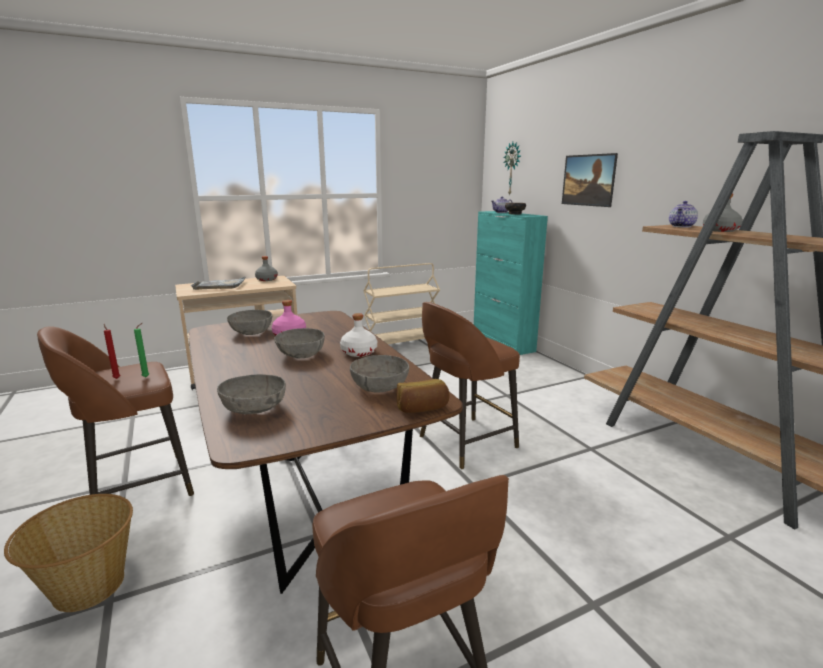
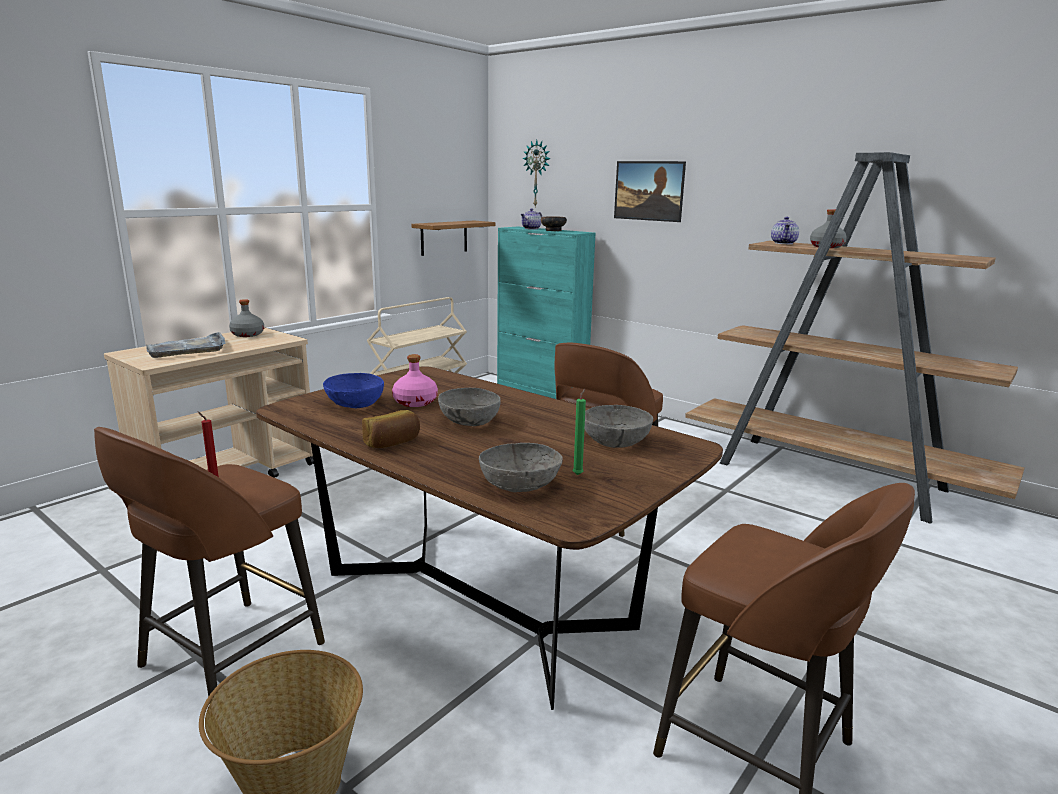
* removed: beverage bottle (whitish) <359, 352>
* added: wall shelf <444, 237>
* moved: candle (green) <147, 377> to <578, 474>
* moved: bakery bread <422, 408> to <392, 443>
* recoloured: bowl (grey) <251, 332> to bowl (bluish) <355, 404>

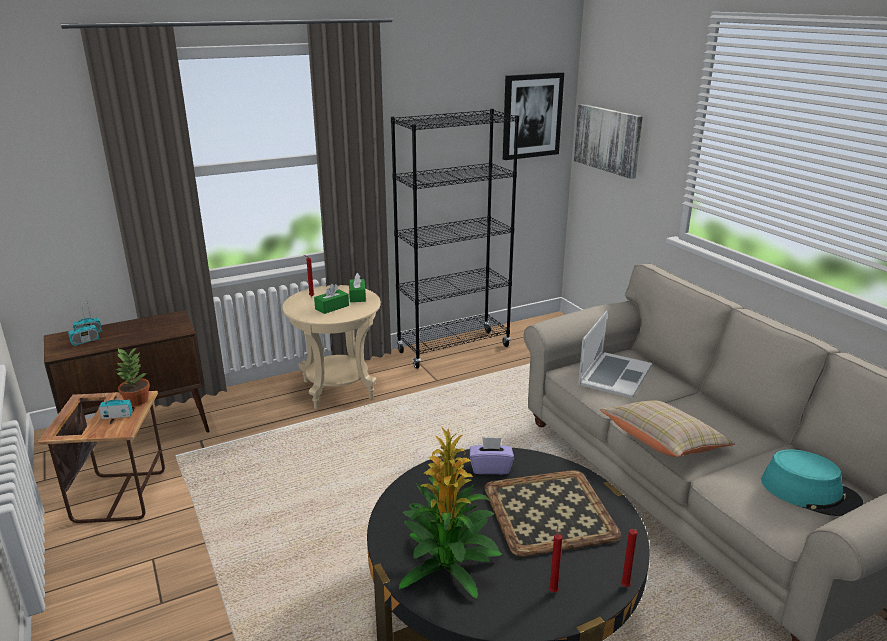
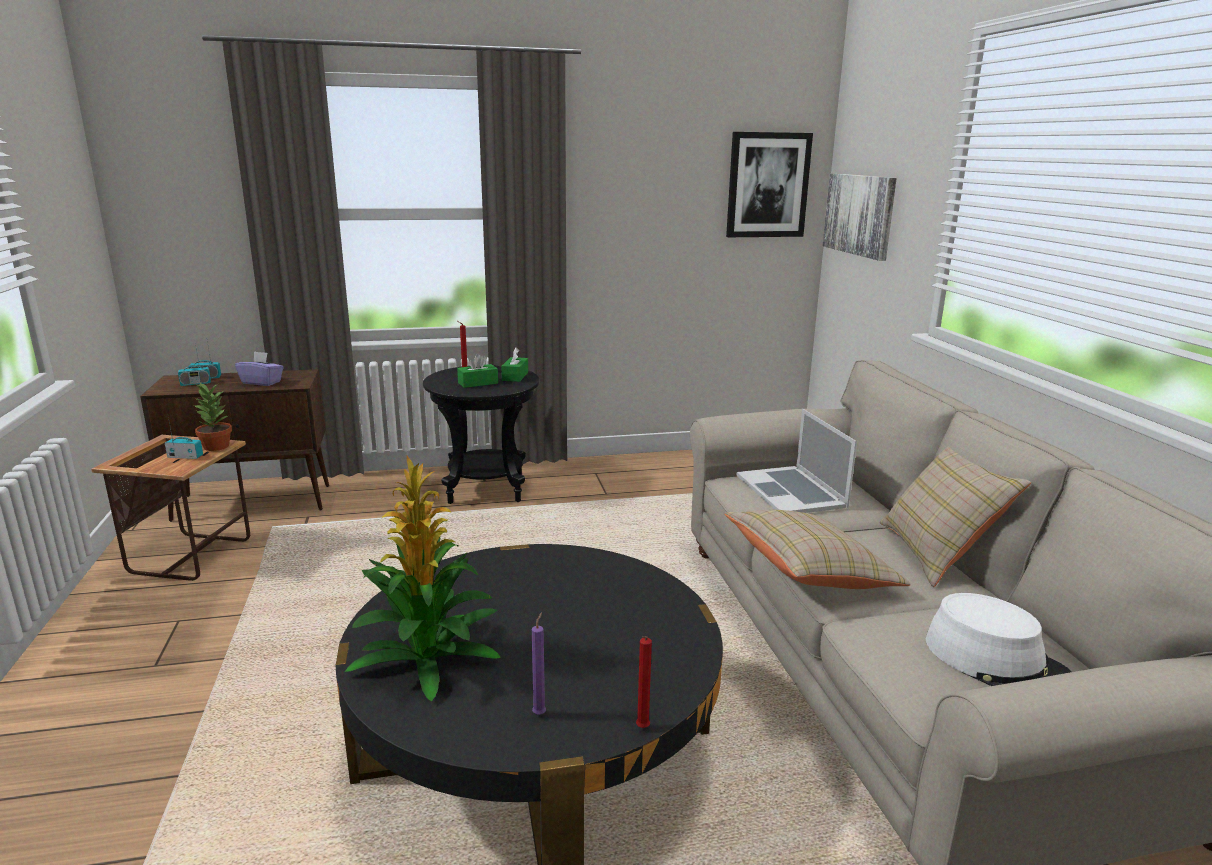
* removed: bookshelf (blackish) <453, 349>
* removed: serving tray <548, 513>
* added: throw pillow (beige) <938, 553>
* moved: tissue box (purple-coloured) <490, 468> to <262, 382>
* recoloured: accent table (beige) <338, 390> to accent table (blackish) <486, 489>
* recoloured: candle (red-coloured) <553, 590> to candle (purple-coloured) <540, 713>
* recoloured: wearable hat (blue-green) <810, 492> to wearable hat (whitish) <996, 660>
* turned: laptop <614, 374> = <791, 491> 120 degrees clockwise

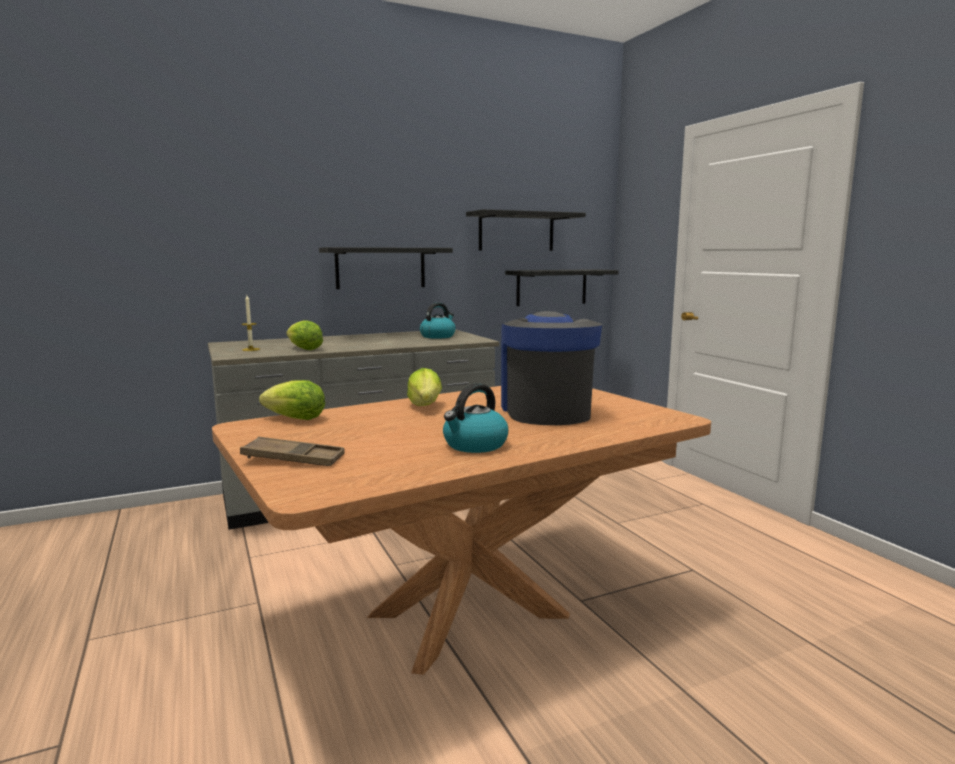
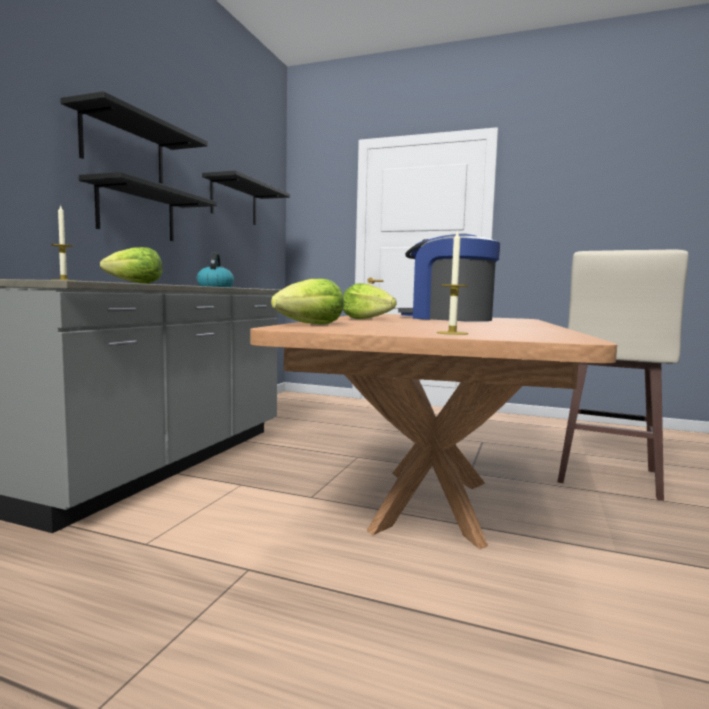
* removed: kettle <474, 445>
* added: stool (beige) <606, 477>
* moved: wall shelf (blackish) <551, 287> to <123, 148>
* replaced: serving tray (brown-coloured) <293, 459> to candle <452, 333>

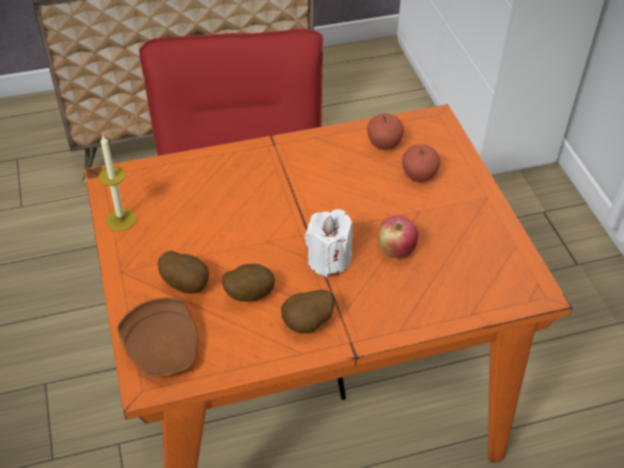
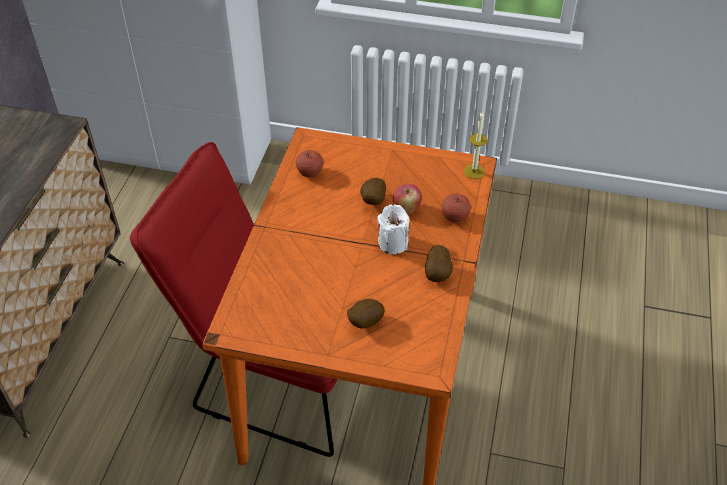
* removed: dinner plate (brown-coloured) <164, 348>
* moved: candle <121, 219> to <474, 171>
* moved: potato <248, 294> to <372, 201>
* moved: apple fruit <419, 176> to <454, 217>

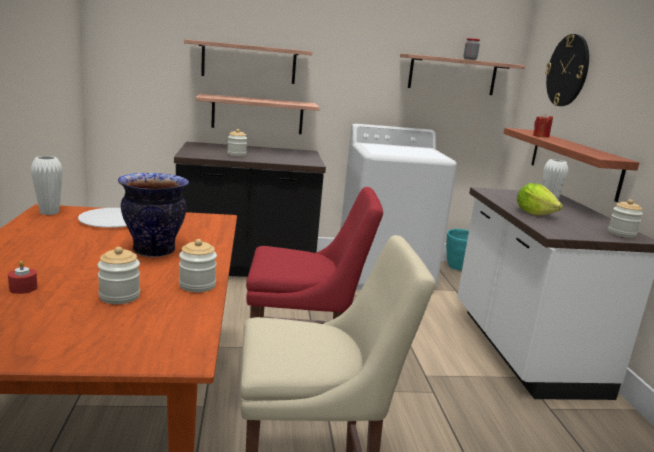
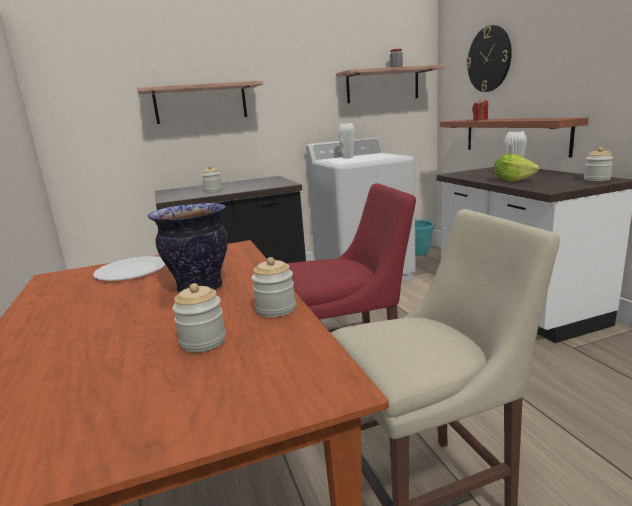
* removed: candle (red-coloured) <23, 288>
* removed: wall shelf <257, 114>
* moved: flower vase (whitish) <49, 212> to <347, 158>

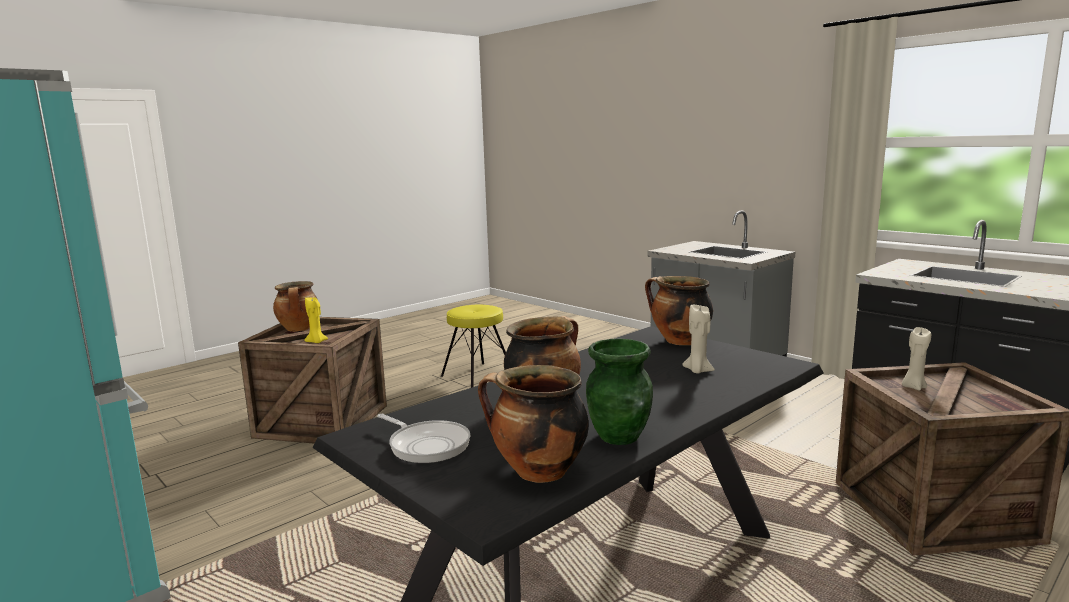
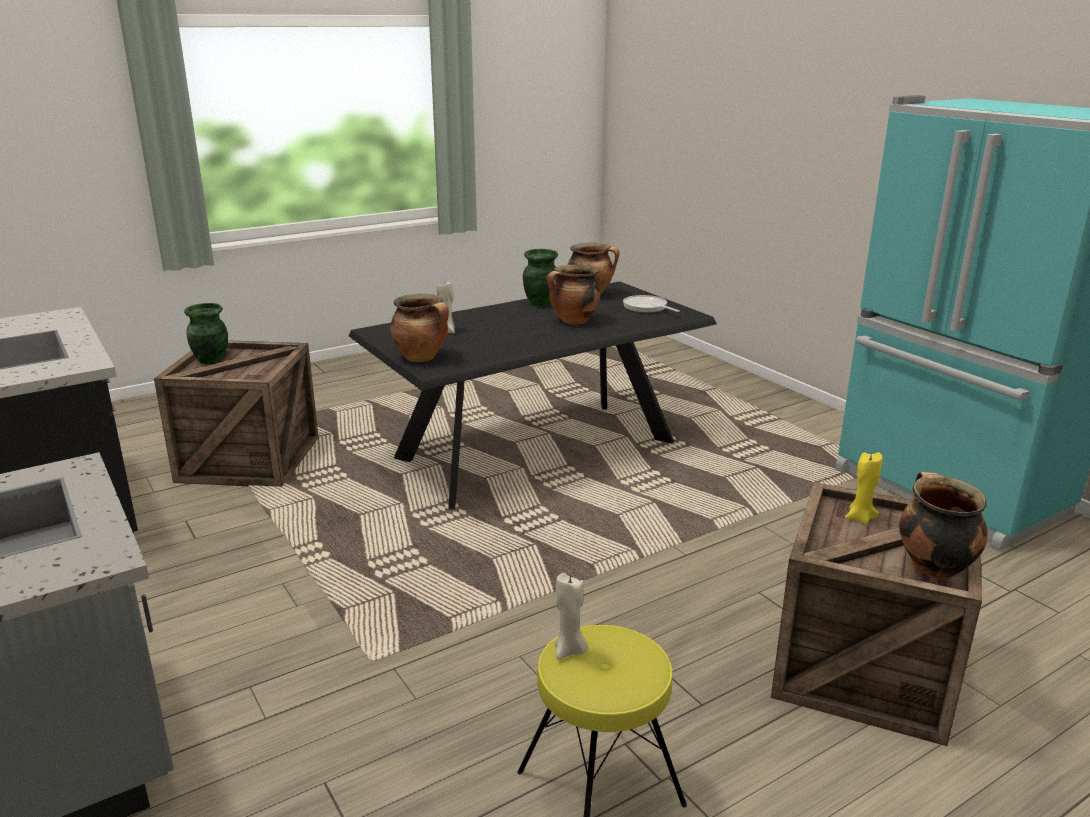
* added: flower vase (green) <211, 360>
* moved: candle (beige) <913, 387> to <570, 650>

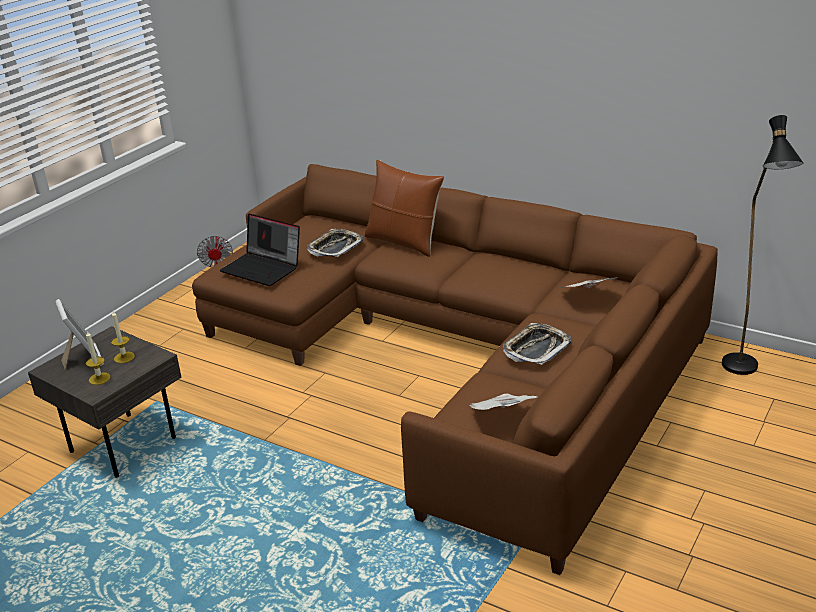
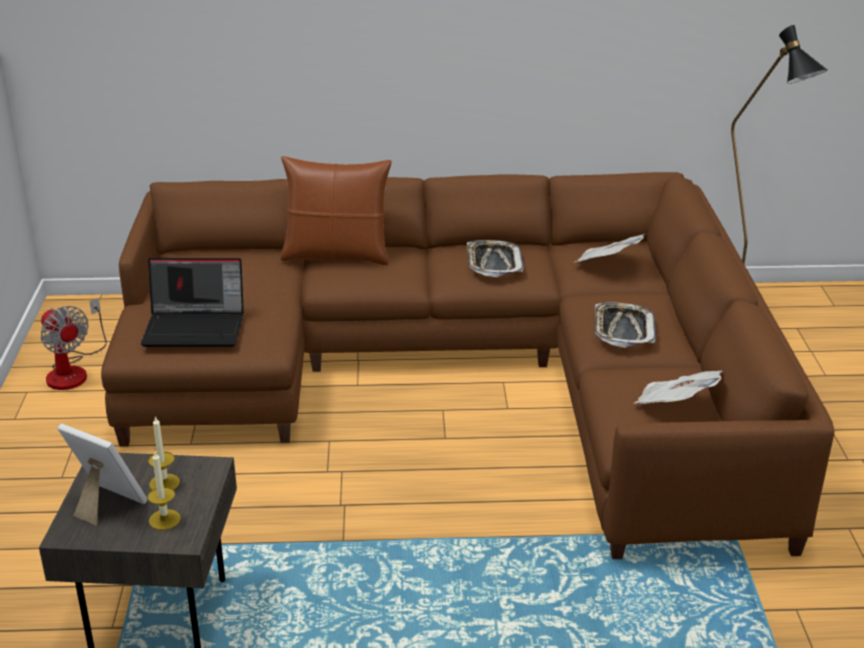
* moved: serving tray <335, 247> to <493, 263>

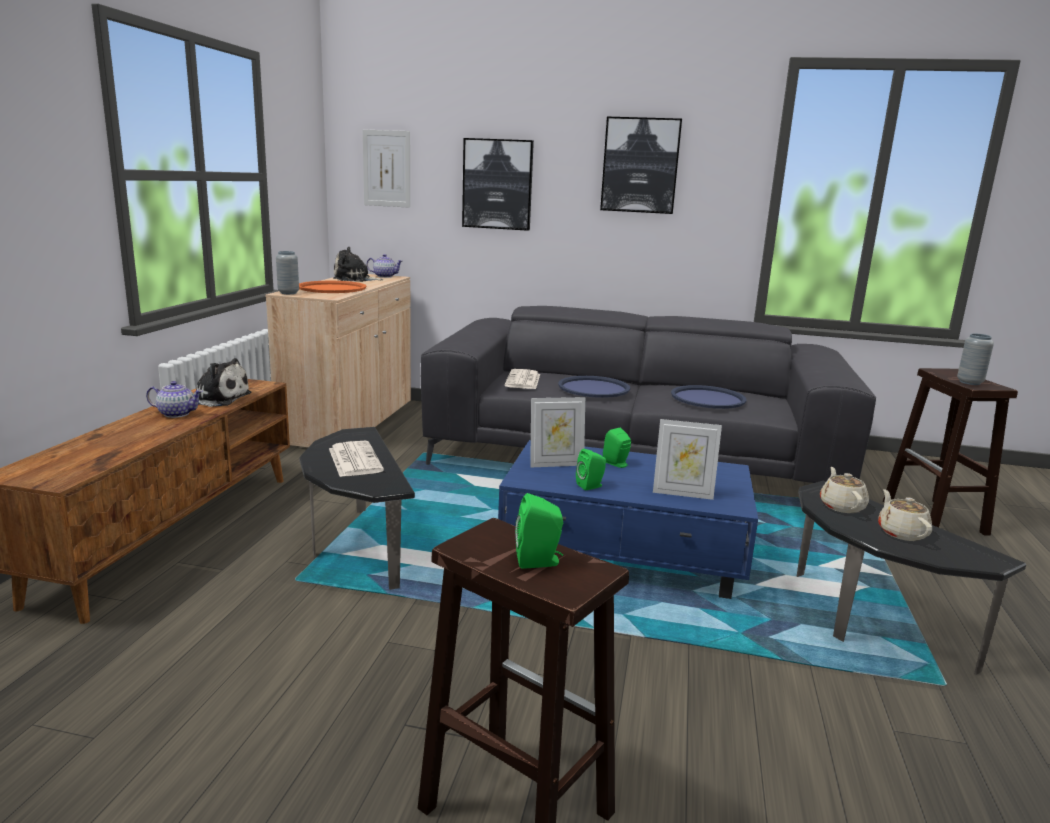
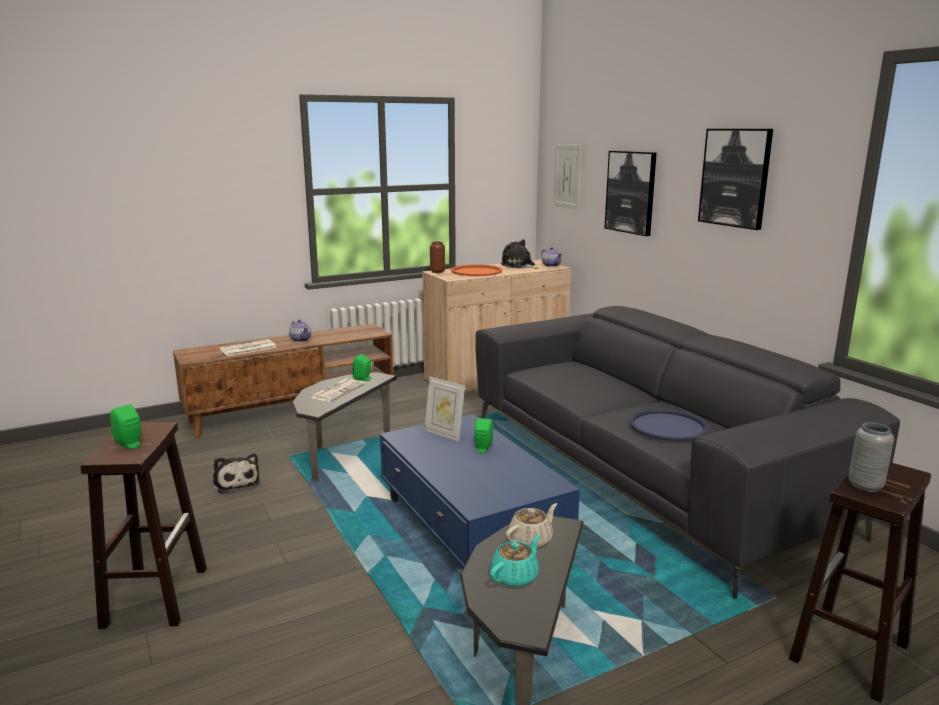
* removed: serving tray (bluish) <593, 388>
* removed: picture frame <682, 493>
* moved: soft toy <218, 398> to <235, 482>
* moved: newspaper <523, 380> to <247, 349>
* moved: speaker (green) <591, 486> to <364, 379>
* recoloured: flower vase (grey) <288, 293> to flower vase (brown-coloured) <437, 272>
* recoloured: tea pot (beige) <901, 533> to tea pot (blue-green) <515, 576>

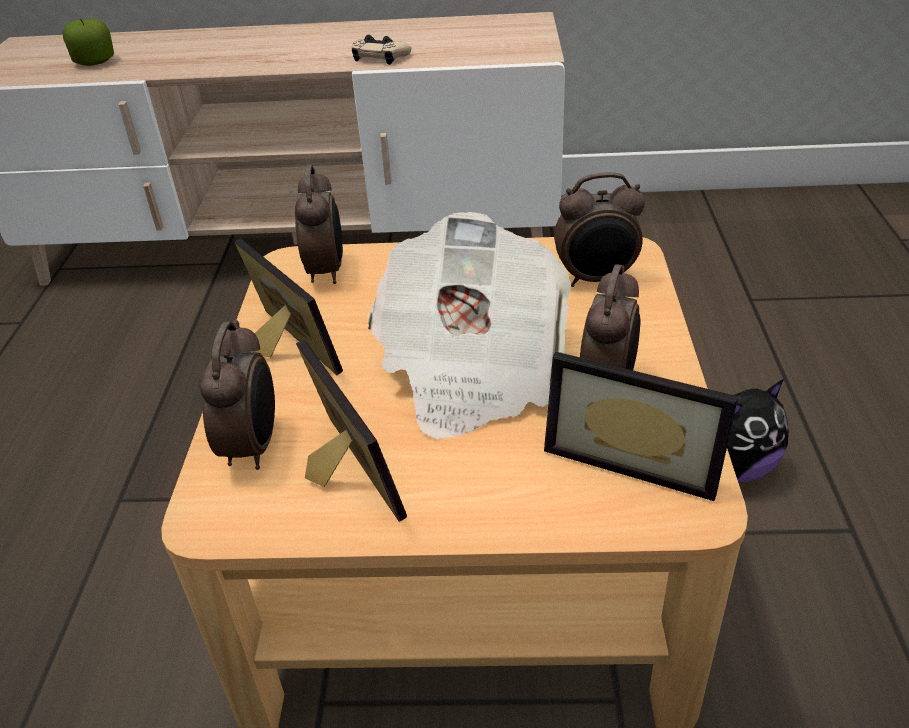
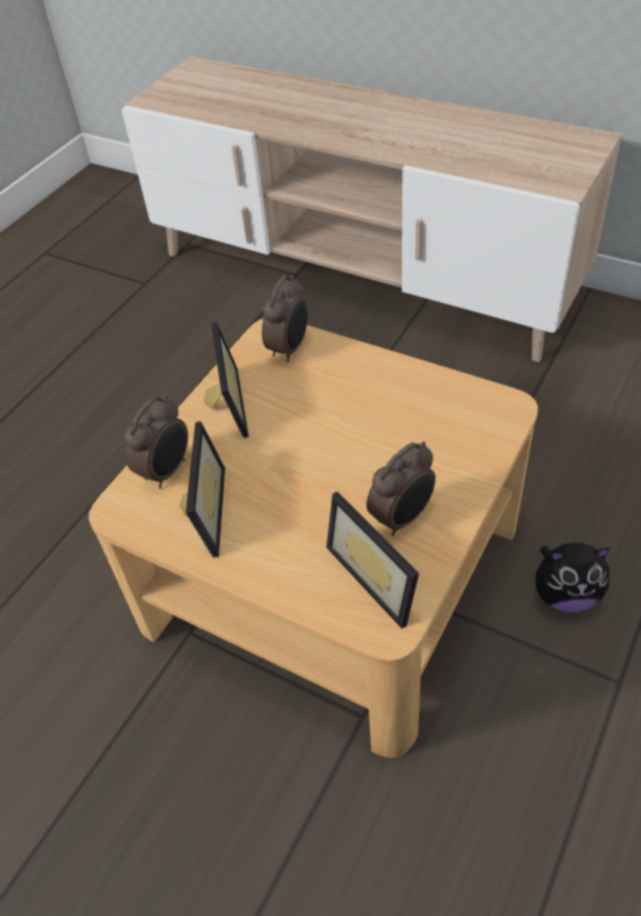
* removed: apple fruit <94, 62>
* removed: game controller (beige) <380, 57>
* removed: newspaper <470, 369>
* removed: bedside clock <596, 279>

